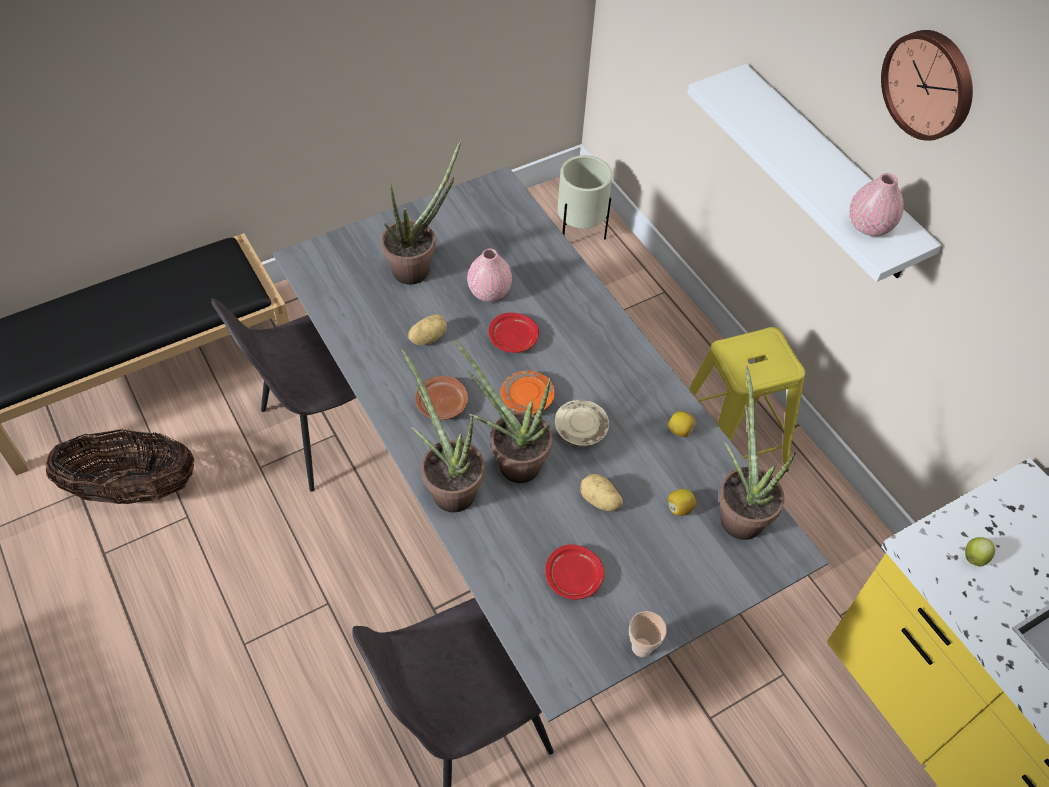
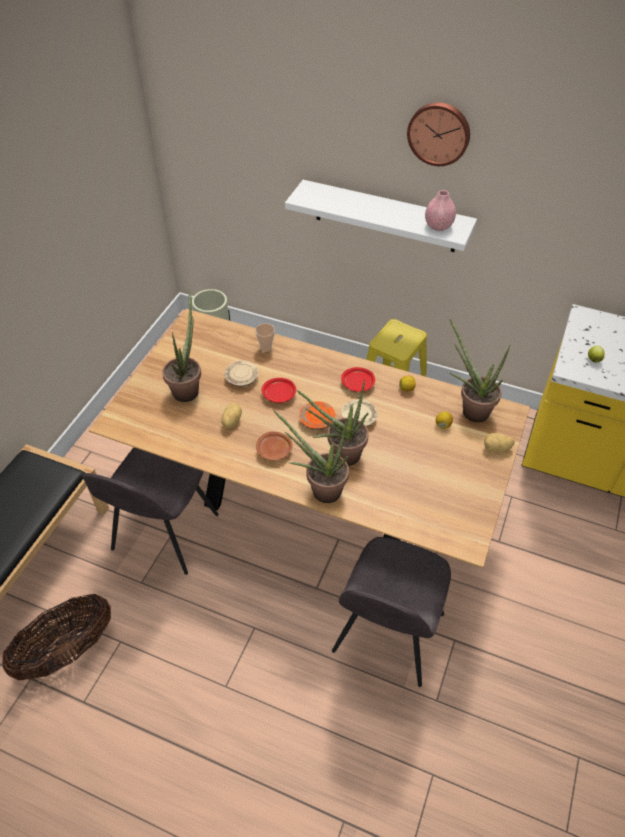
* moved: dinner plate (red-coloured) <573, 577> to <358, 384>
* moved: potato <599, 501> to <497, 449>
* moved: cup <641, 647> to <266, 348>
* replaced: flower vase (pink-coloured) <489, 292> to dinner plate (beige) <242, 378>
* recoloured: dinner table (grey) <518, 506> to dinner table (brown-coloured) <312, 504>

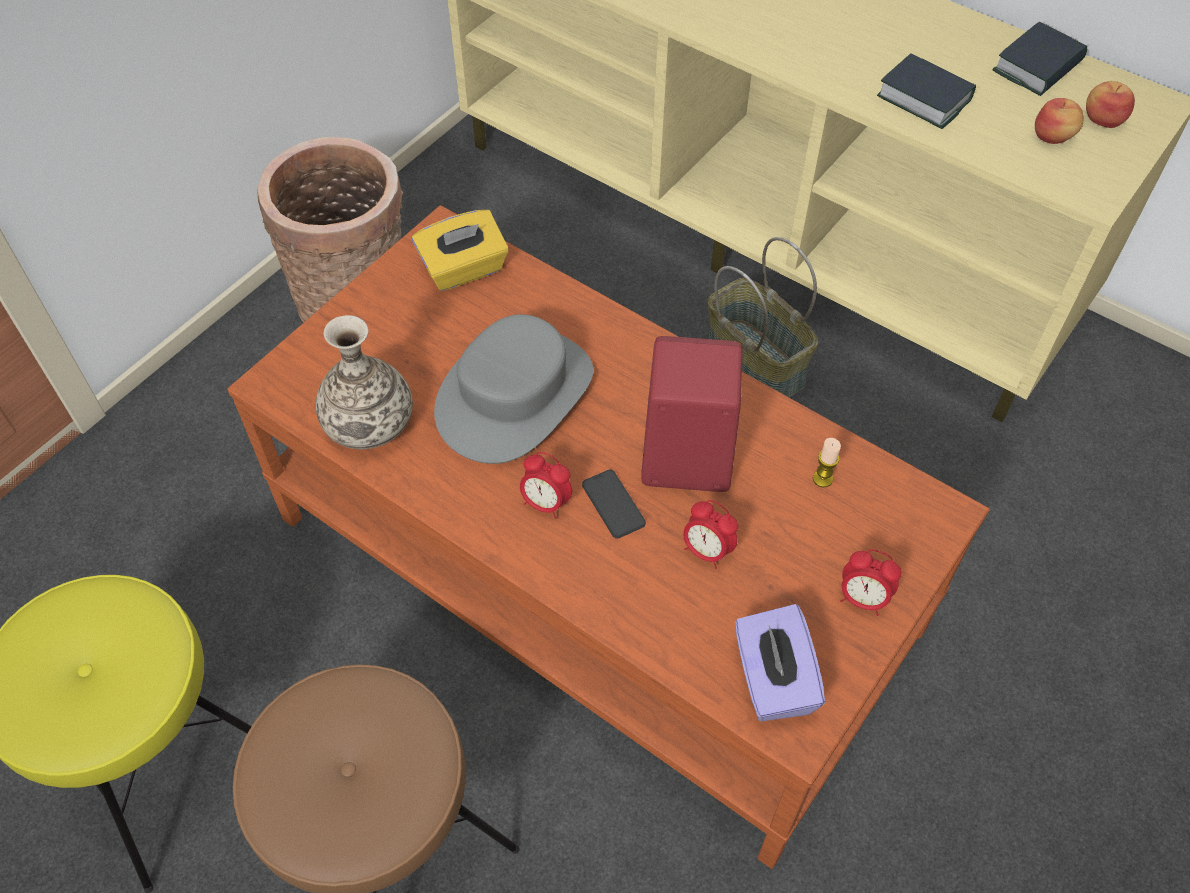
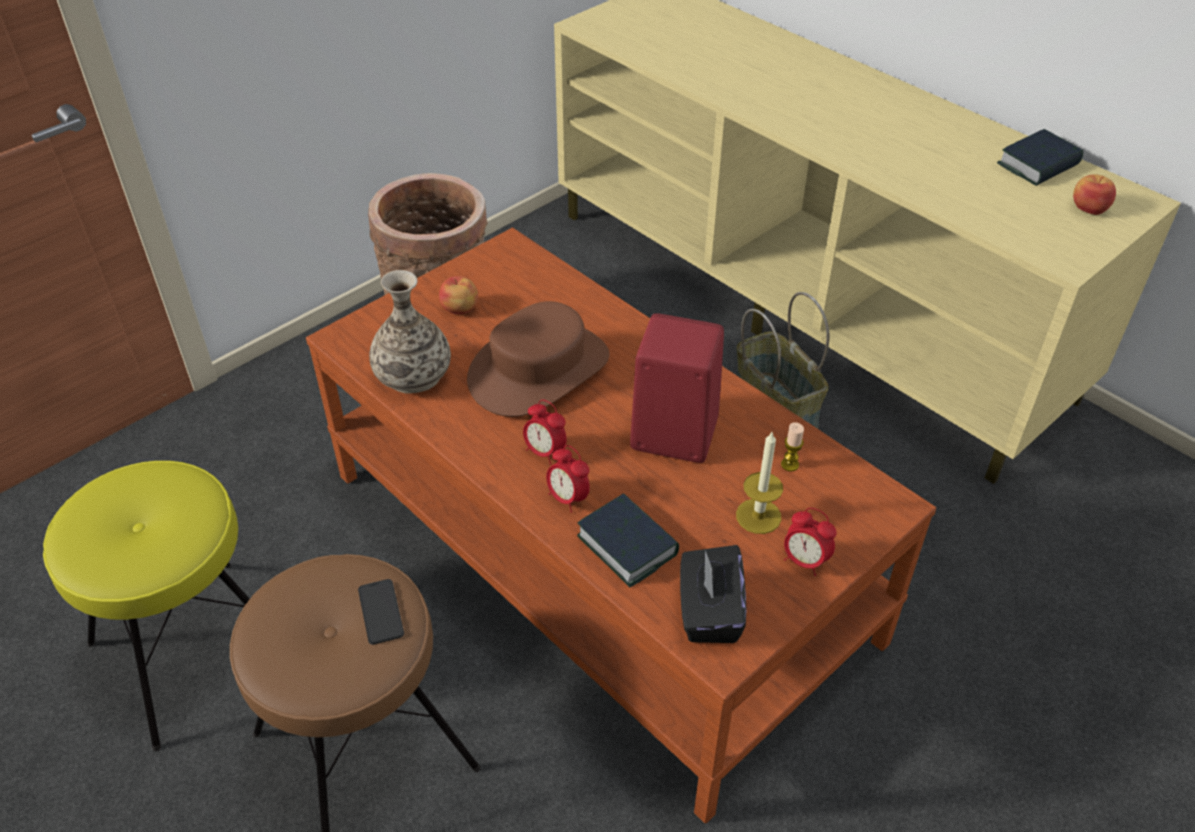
* removed: tissue box (yellowish) <464, 269>
* added: candle <758, 516>
* moved: telephone <613, 504> to <381, 612>
* moved: bedside clock <707, 551> to <568, 498>
* moved: bound book <924, 98> to <627, 545>
* moved: apple fruit <1053, 137> to <460, 309>
* recoloured: wearable hat (grey) <514, 394> to wearable hat (brown-coloured) <538, 369>
* recoloured: tissue box (purple-coloured) <772, 680> to tissue box (blackish) <709, 612>

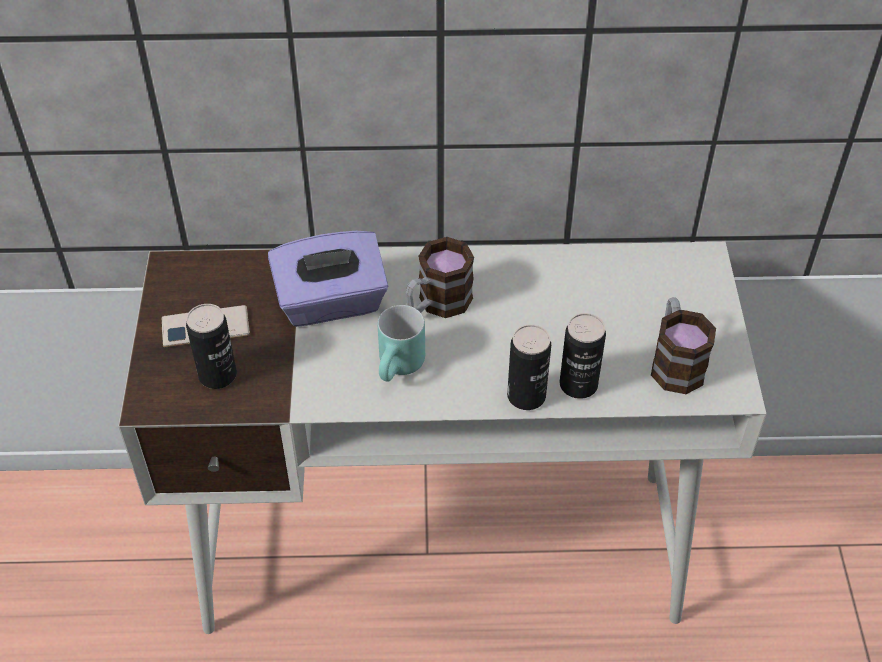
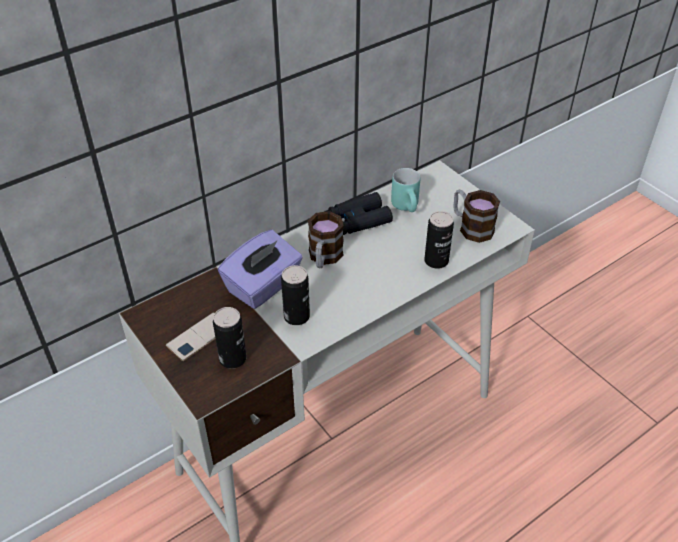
* added: pair of binoculars (blackish) <359, 220>
* moved: mug (blue-green) <401, 369> to <408, 207>
* moved: metal can <526, 396> to <296, 316>

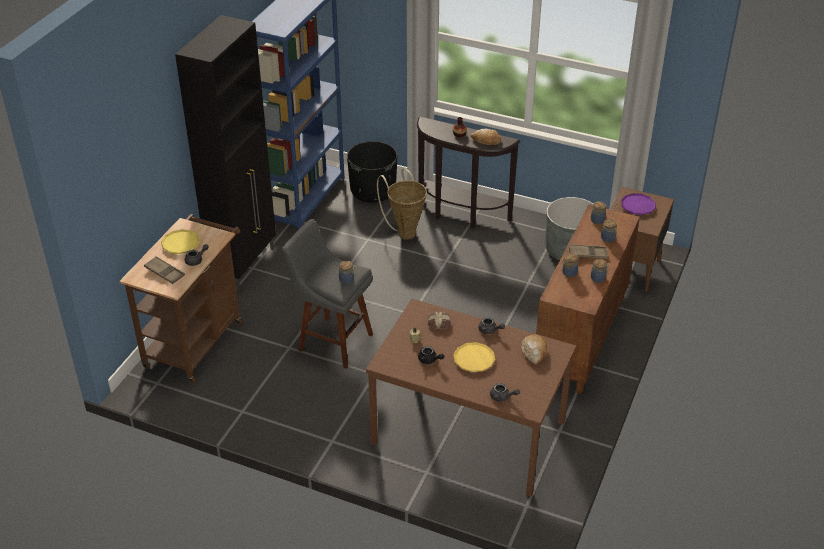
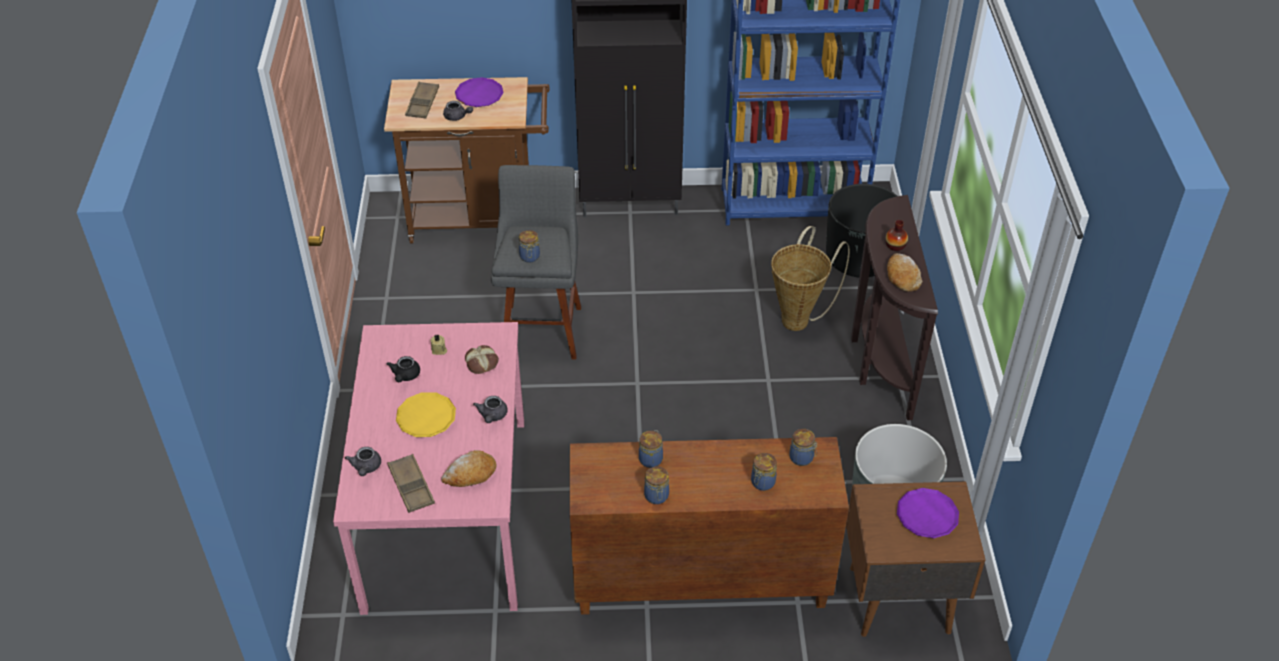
* moved: serving tray (brown-coloured) <588, 254> to <411, 486>
* recoloured: dinner plate (yellowish) <181, 244> to dinner plate (purple-coloured) <479, 95>
* recoloured: dinner table (brown-coloured) <470, 432> to dinner table (pink-coloured) <448, 513>

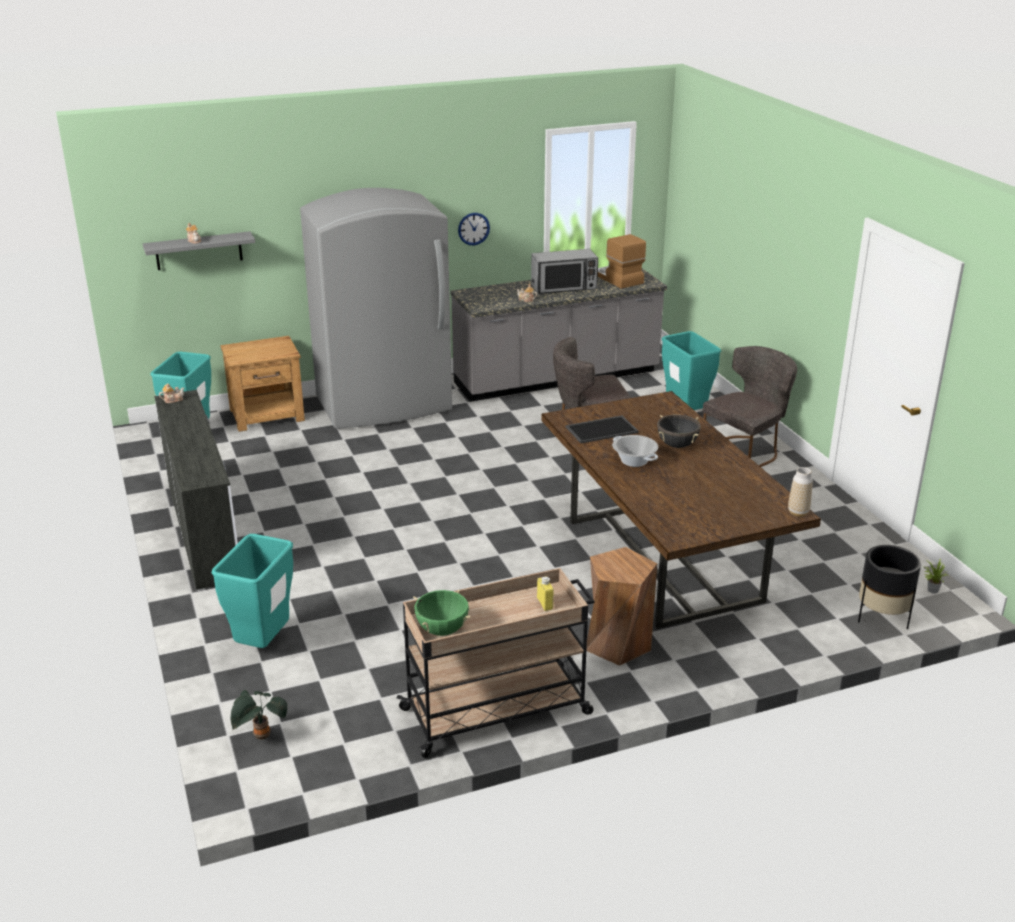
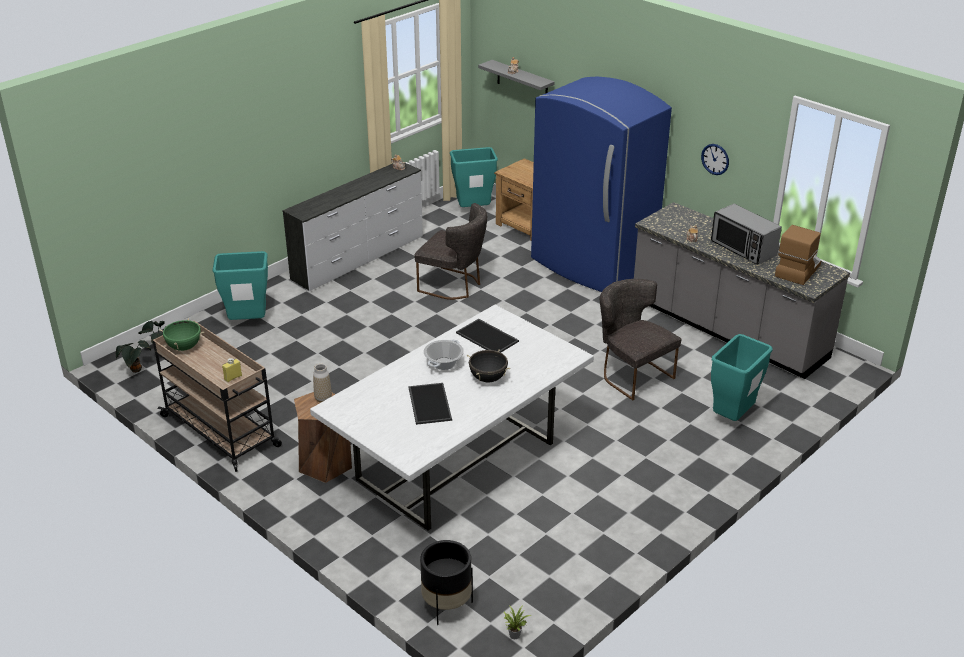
* added: houseplant <136, 371>
* added: serving tray <428, 403>
* moved: upright chair (grey) <746, 451> to <454, 286>
* moved: flower vase <798, 513> to <323, 399>
* recoloured: fridge (grey) <384, 405> to fridge (bluish) <592, 265>
* recoloured: dinner table (brown-coloured) <662, 559> to dinner table (whitish) <458, 460>

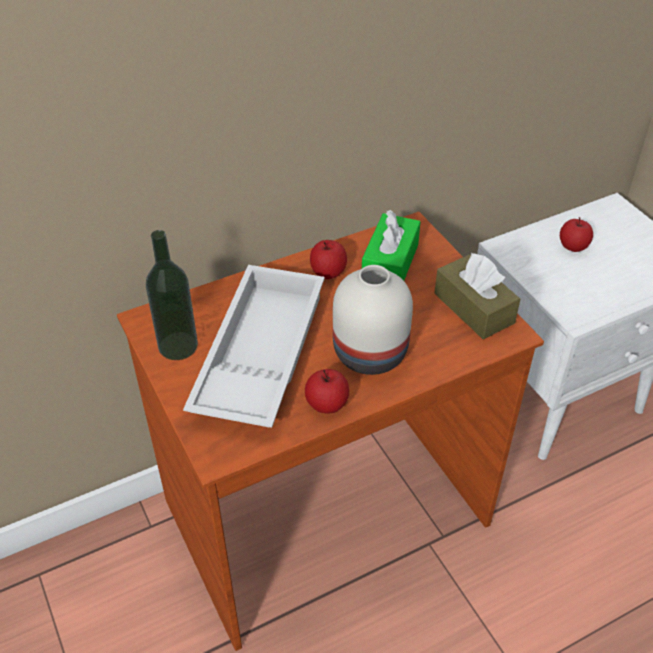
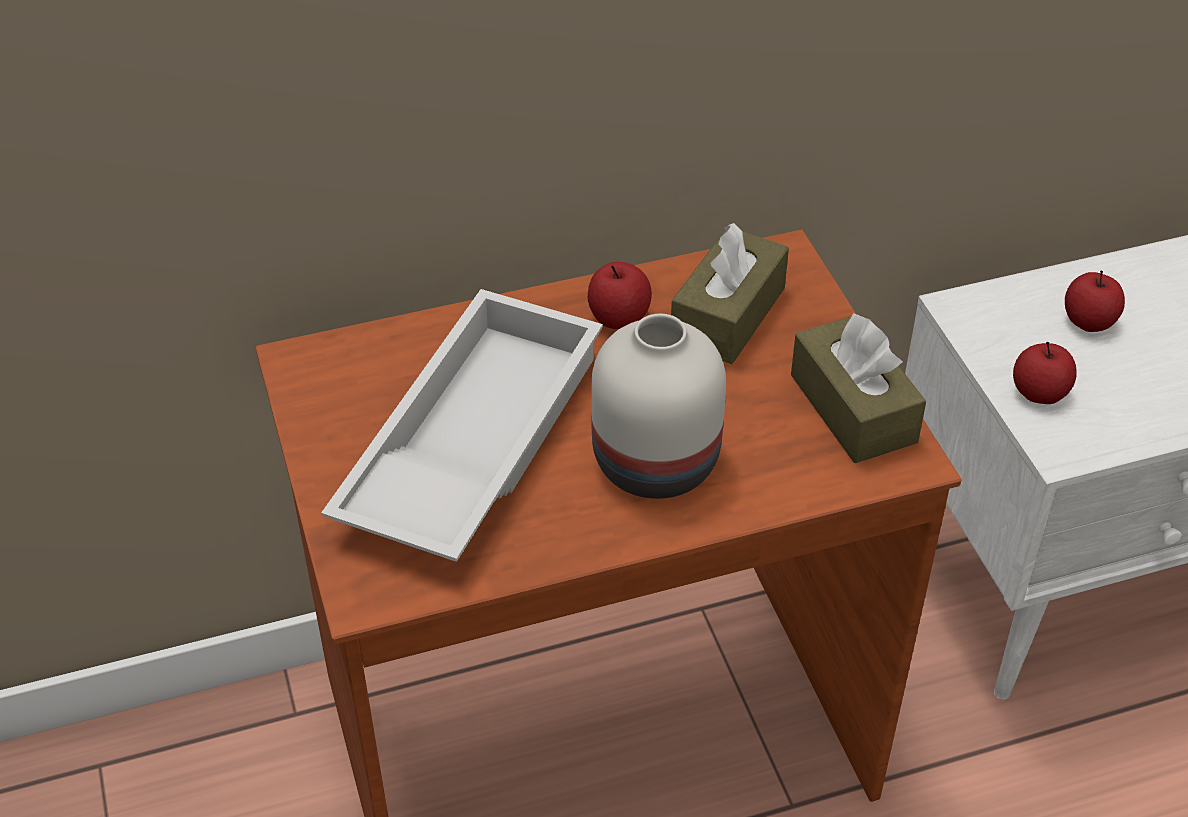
* removed: beverage bottle <178, 346>
* moved: apple fruit <326, 404> to <1039, 393>
* recoloured: tissue box (green) <390, 264> to tissue box (brown-coloured) <728, 315>

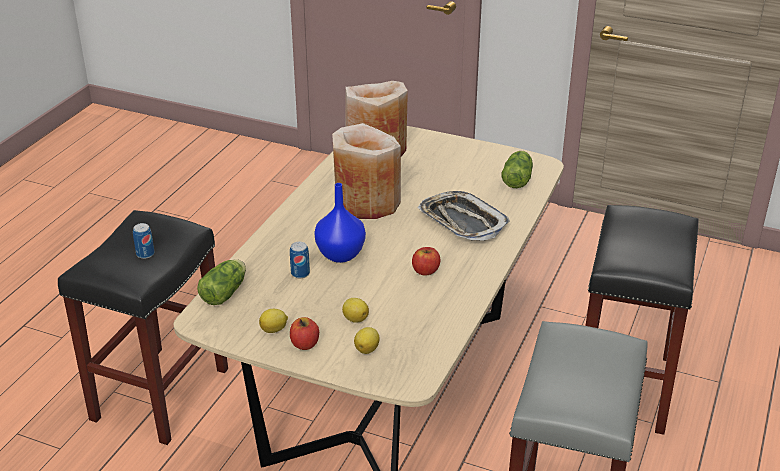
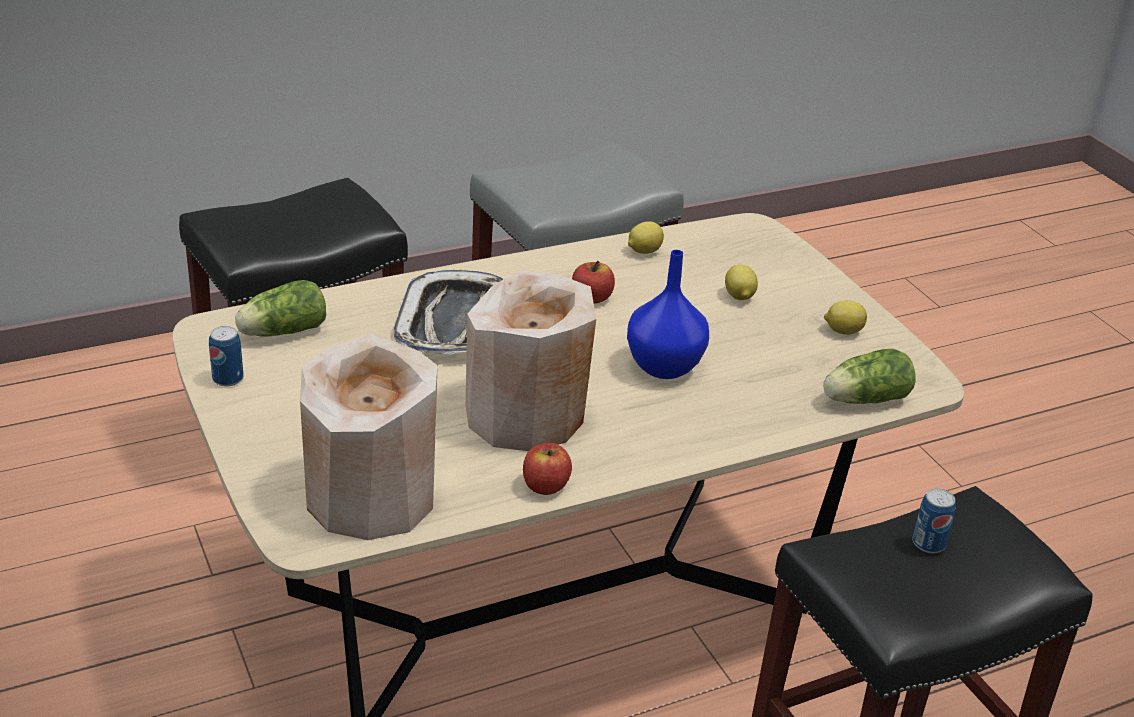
* moved: metal can <300, 273> to <228, 379>
* moved: apple fruit <305, 344> to <545, 486>
* moved: whole lemon <367, 349> to <643, 251>

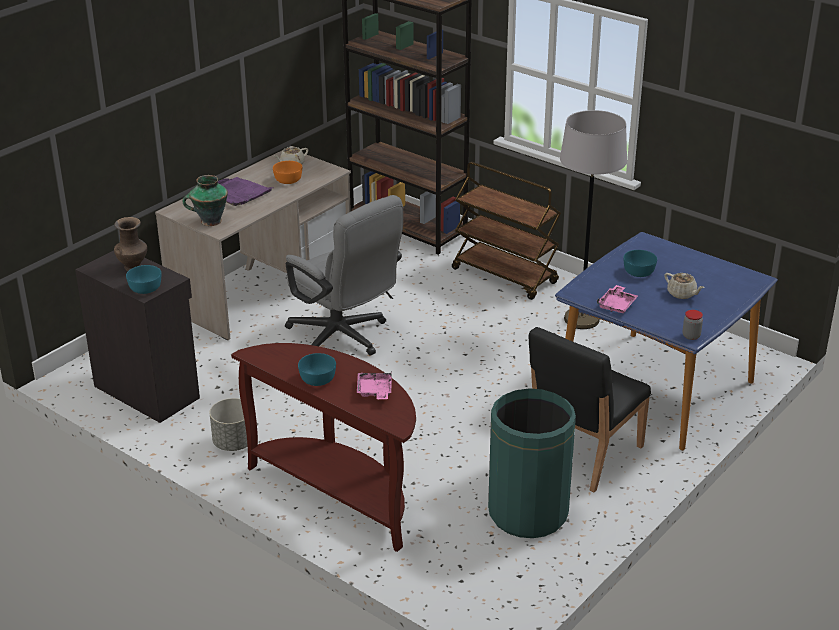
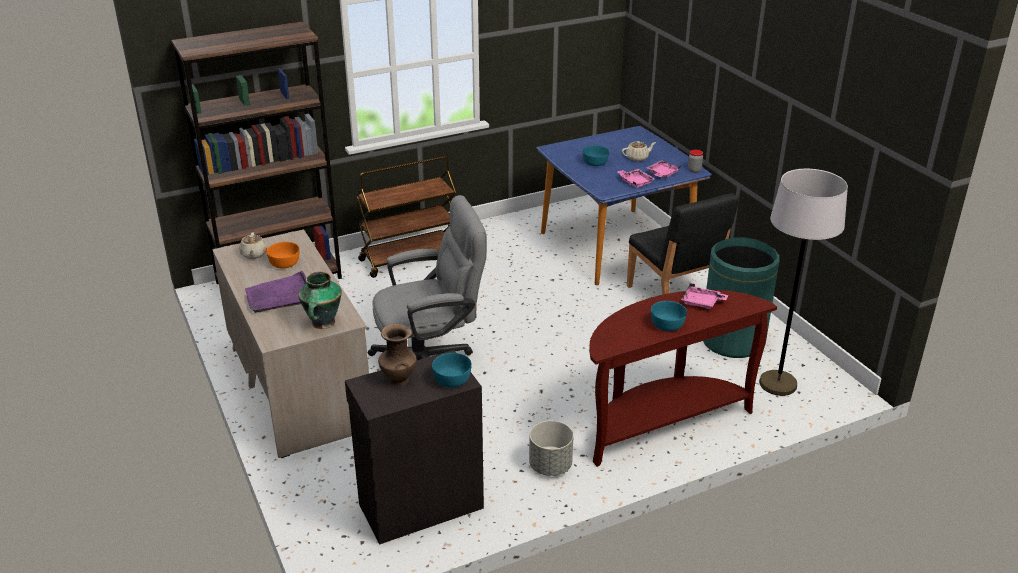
* added: serving tray (pink-coloured) <662, 174>
* moved: standard lamp (grey) <581, 319> to <778, 384>

